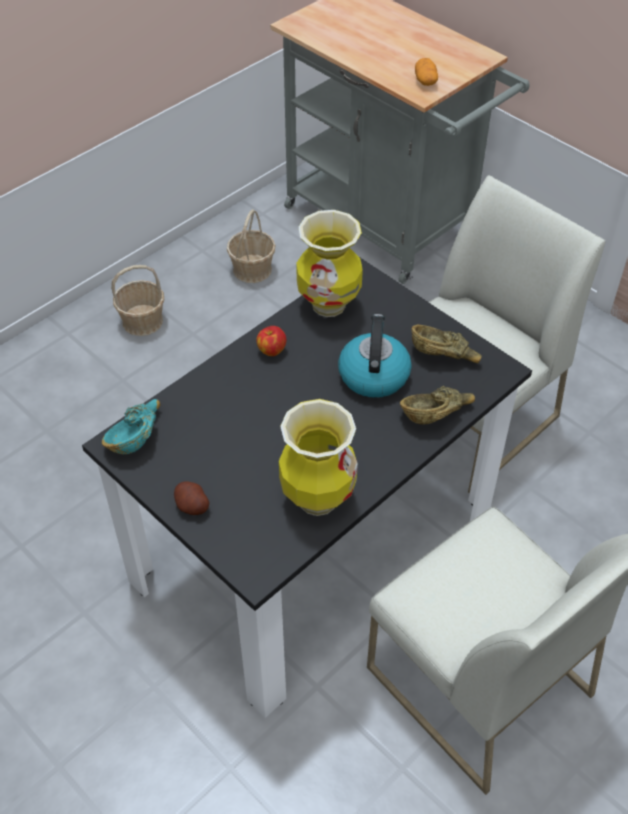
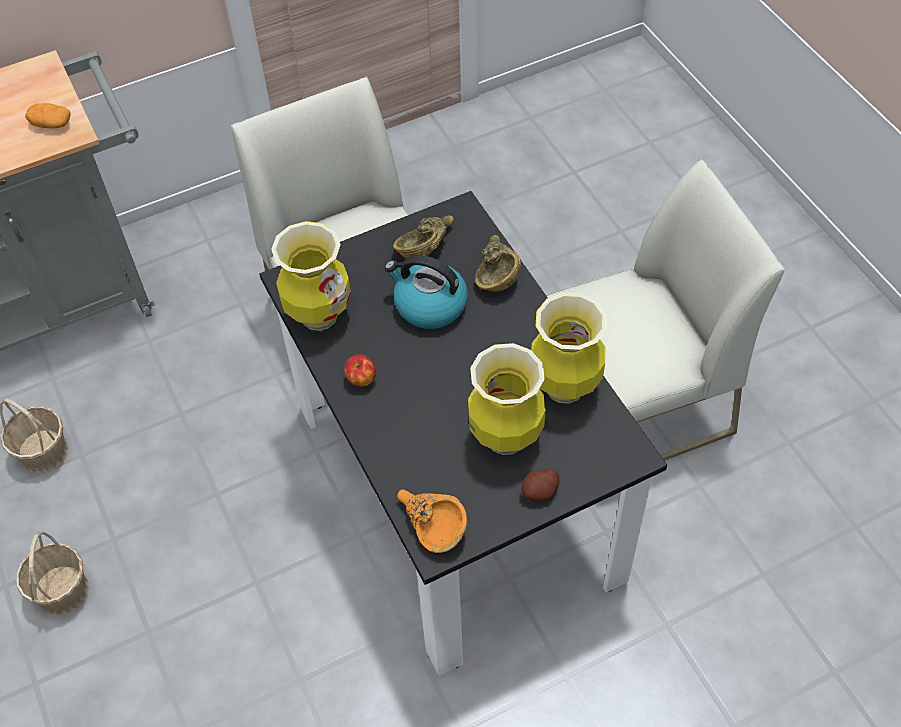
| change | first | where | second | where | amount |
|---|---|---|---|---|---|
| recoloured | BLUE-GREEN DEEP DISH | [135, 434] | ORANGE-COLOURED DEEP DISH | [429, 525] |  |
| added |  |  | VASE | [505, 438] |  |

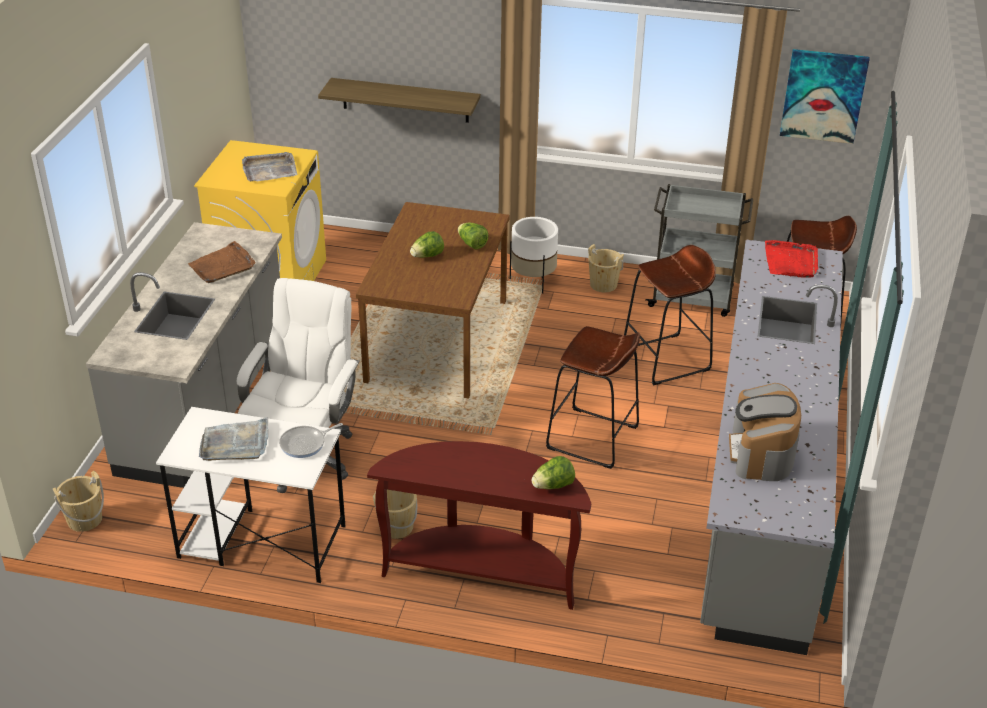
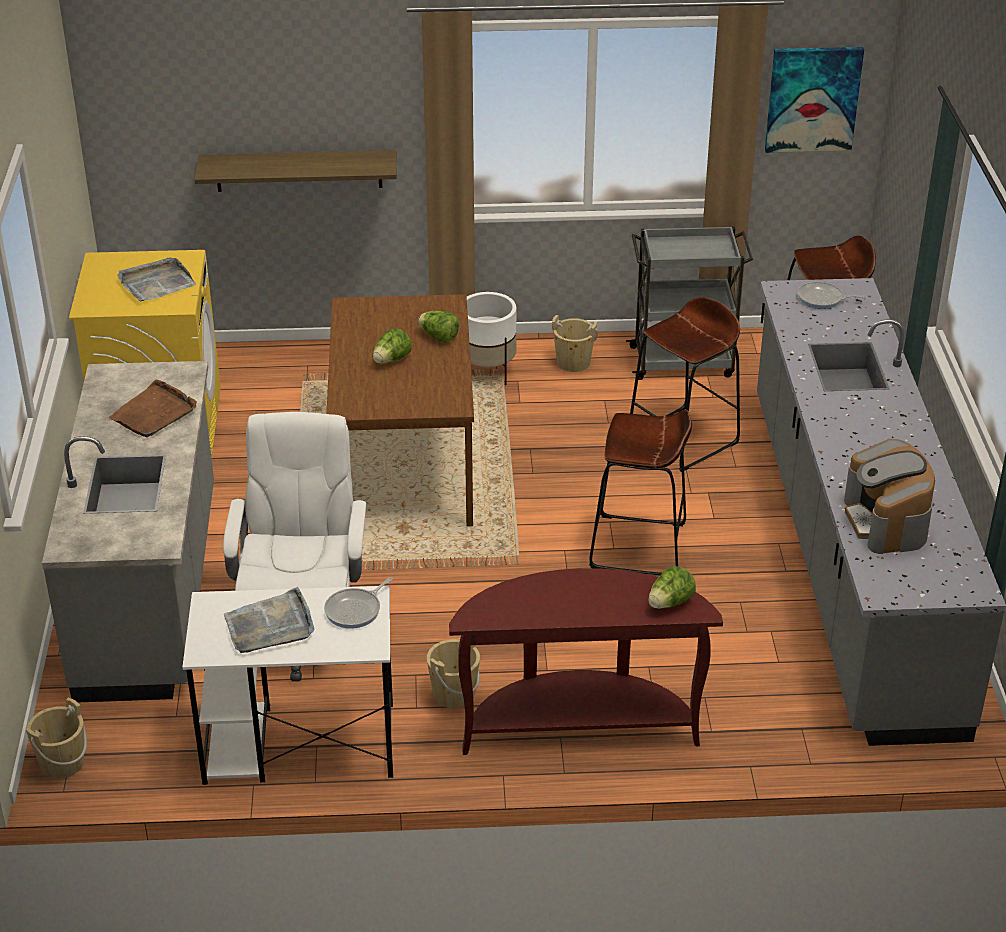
| change | first | where | second | where | amount |
|---|---|---|---|---|---|
| replaced | RED-COLOURED TRAY | [791, 262] | PAN | [822, 299] |  |

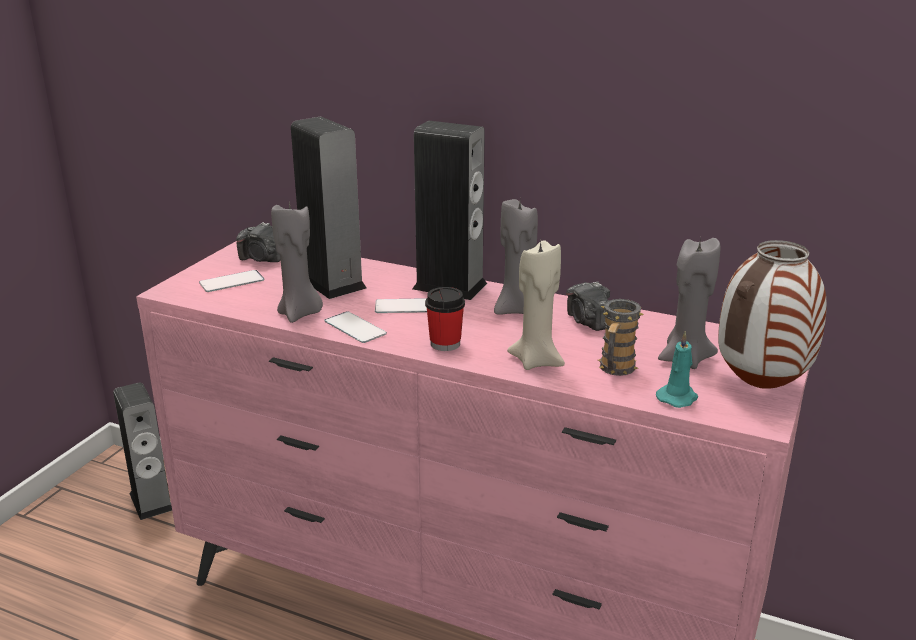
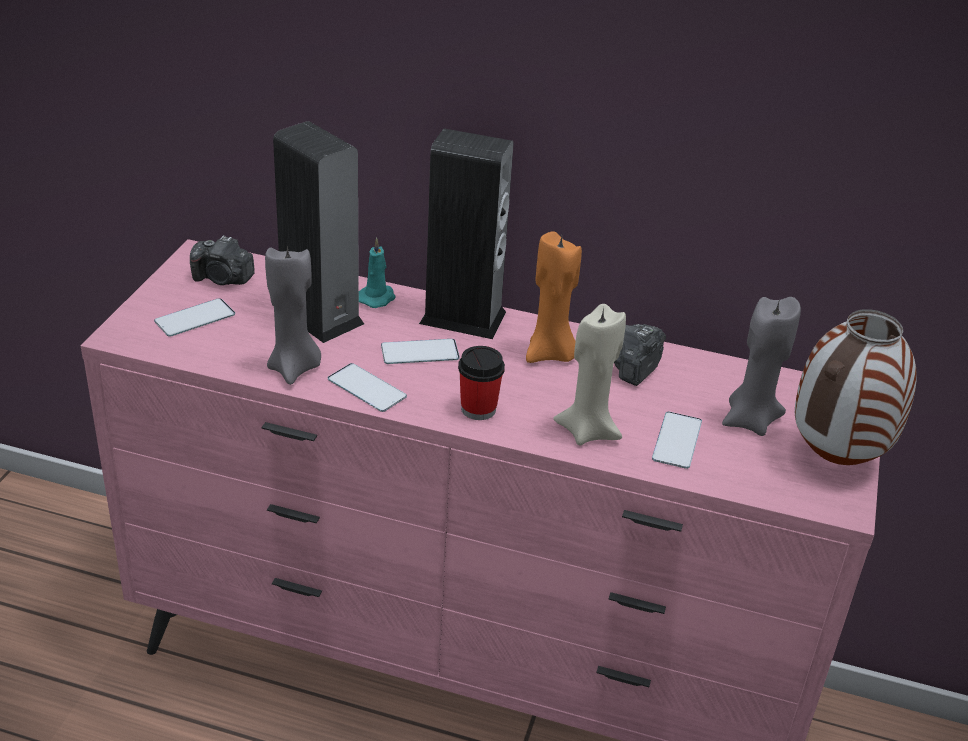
| change | first | where | second | where | amount |
|---|---|---|---|---|---|
| recoloured | GRAY CANDLE | [517, 310] | ORANGE-COLOURED CANDLE | [550, 354] |  |
| turned | PHOTO CAMERA | [589, 322] |  | [635, 369] | 60 degrees clockwise |
| replaced | MUG | [615, 370] | HANDSET | [677, 440] |  |
| moved | BLUE-GREEN CANDLE | [678, 397] |  | [377, 298] |  |
| removed | LOUDSPEAKER | [151, 501] |  |  |  |

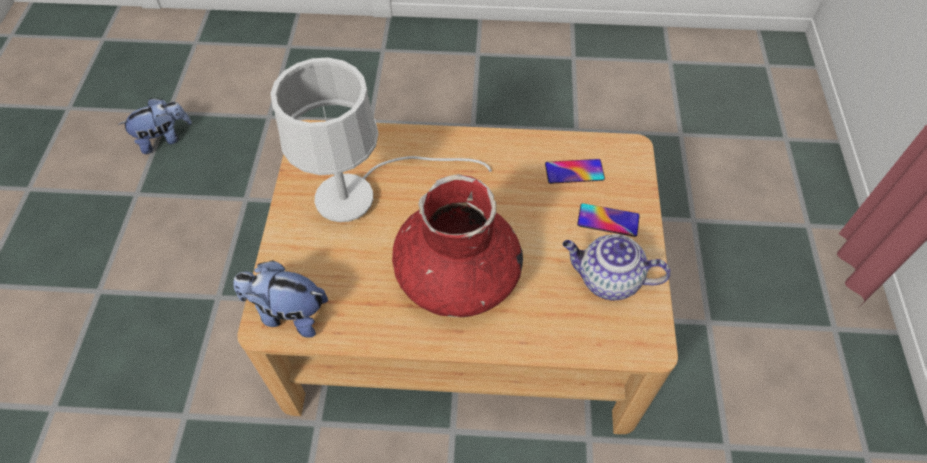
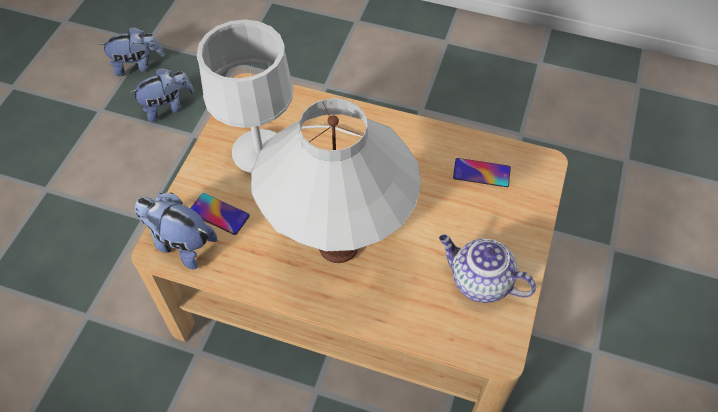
| change | first | where | second | where | amount |
|---|---|---|---|---|---|
| replaced | RED-COLOURED VASE | [457, 278] | WHITE TABLE LAMP | [339, 247] |  |
| moved | HANDSET | [608, 220] |  | [219, 214] |  |
| added |  |  | CUDDLY TOY | [167, 107] |  |

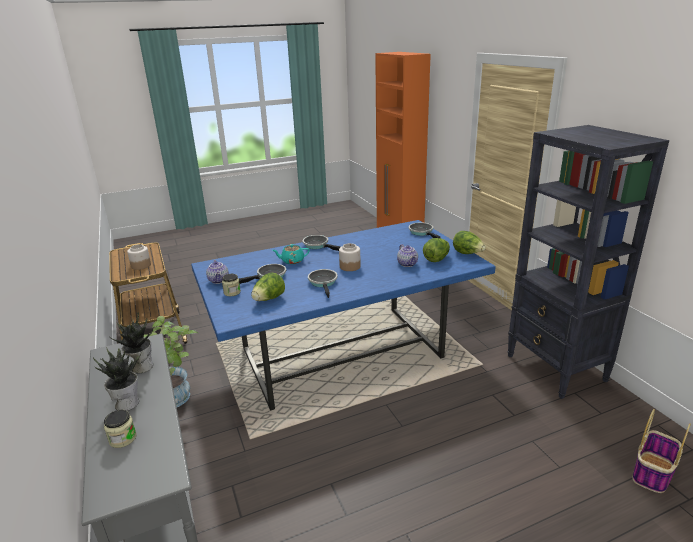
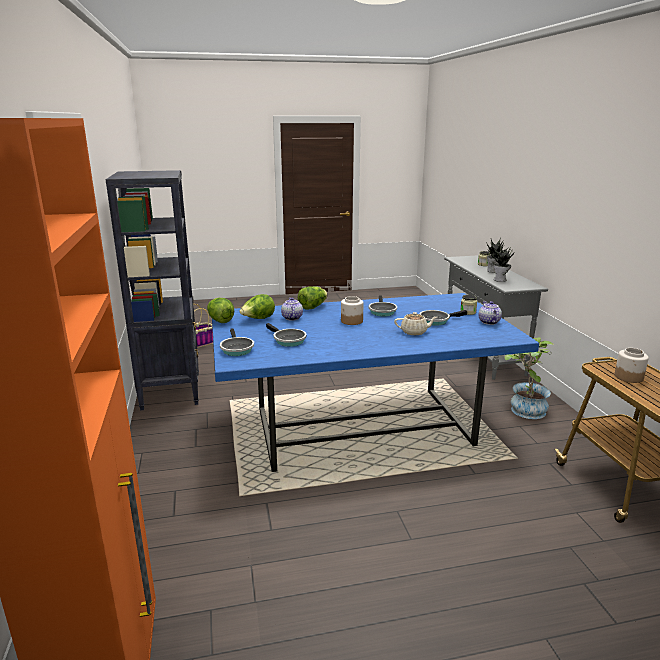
| change | first | where | second | where | amount |
|---|---|---|---|---|---|
| moved | PAN | [317, 245] |  | [287, 340] |  |
| recoloured | BLUE-GREEN POT FOR TEA | [292, 261] | BEIGE POT FOR TEA | [414, 332] |  |
| moved | HEAD OF LETTUCE | [269, 299] |  | [313, 307] |  |

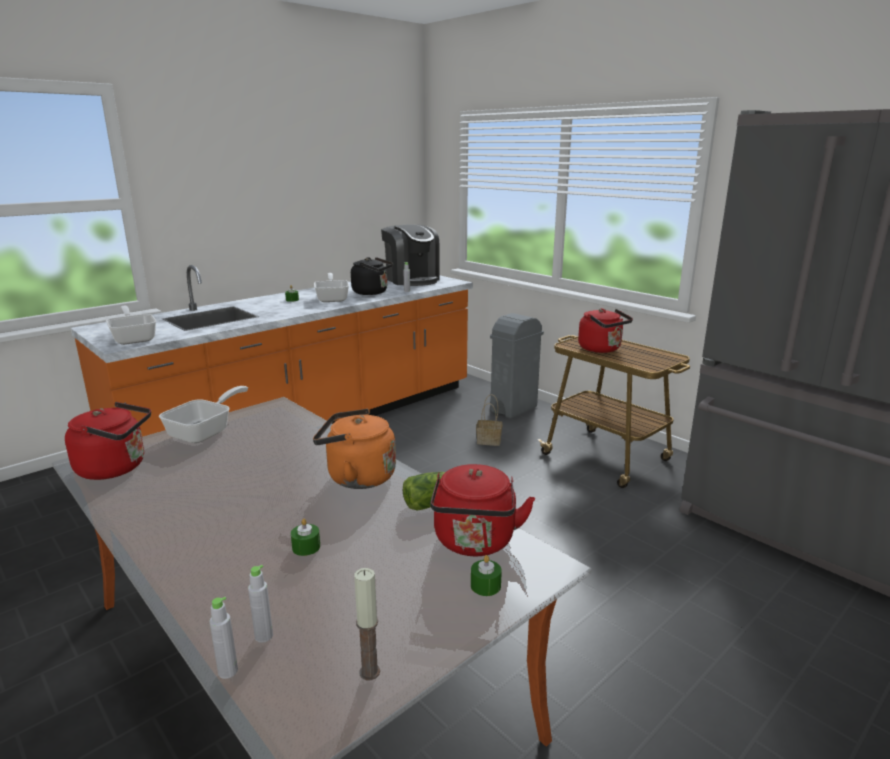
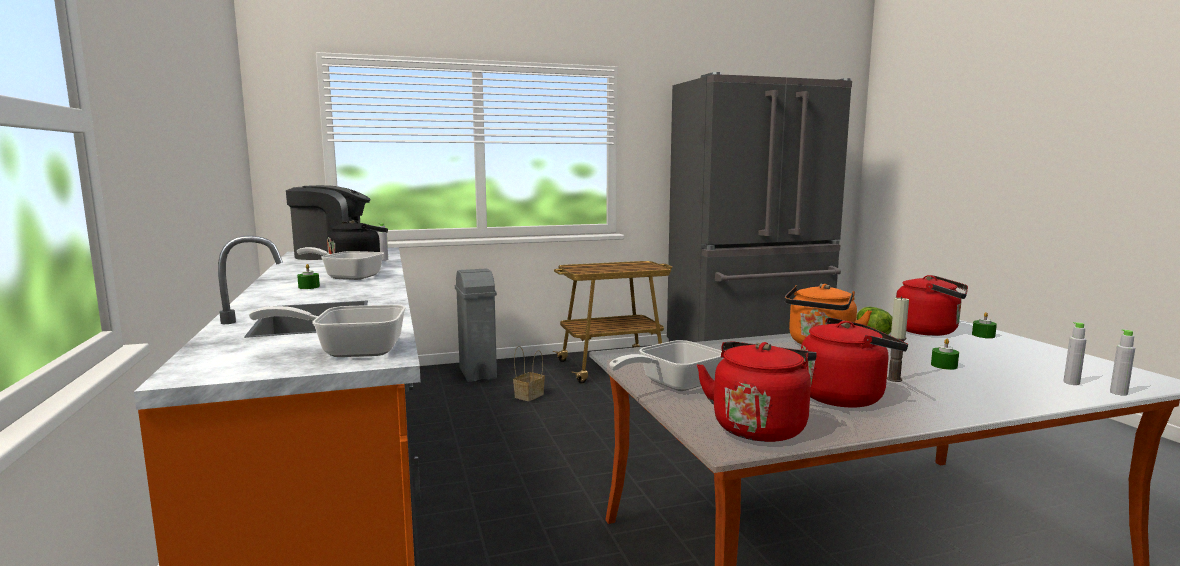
| change | first | where | second | where | amount |
|---|---|---|---|---|---|
| moved | RED-COLOURED WATER KETTLE | [601, 349] |  | [845, 397] |  |
| turned | PAN | [205, 431] |  | [671, 384] | 90 degrees counterclockwise |
| moved | CANDLE | [369, 672] |  | [894, 379] |  |

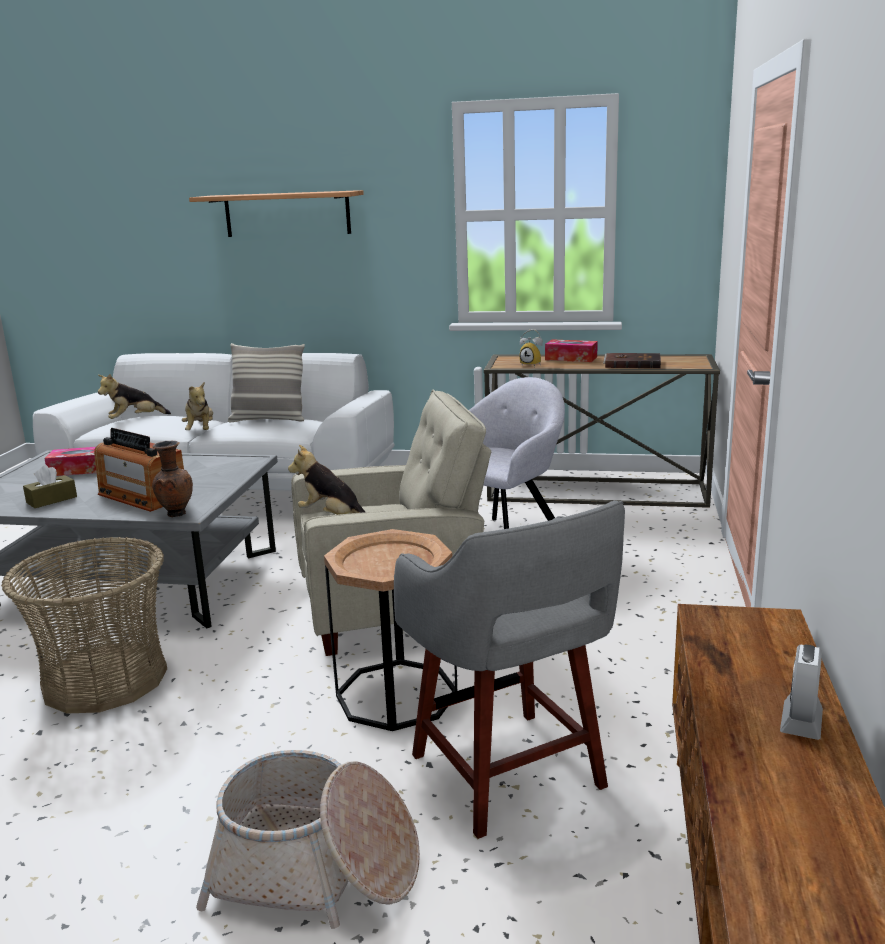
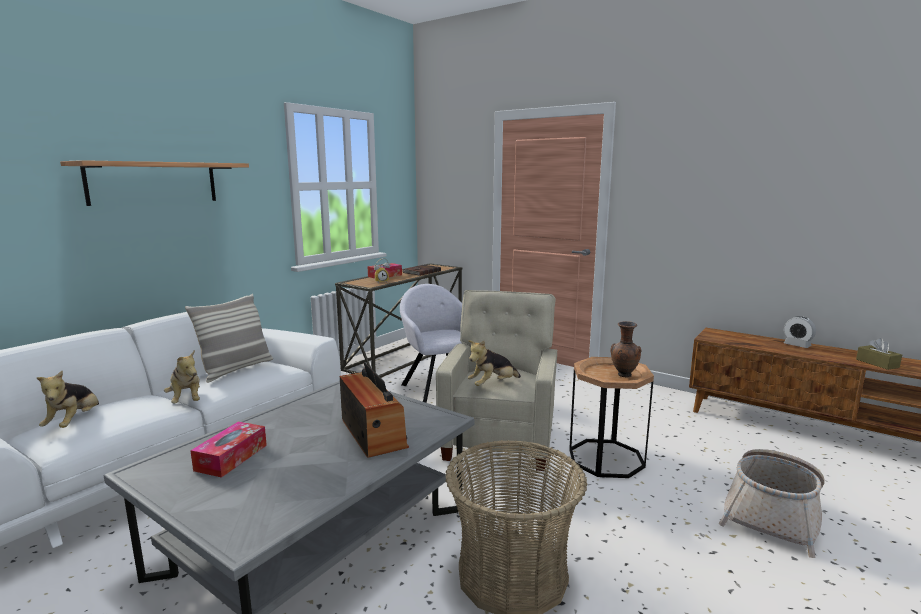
| change | first | where | second | where | amount |
|---|---|---|---|---|---|
| turned | CUDDLY TOY | [200, 431] |  | [186, 400] | 45 degrees clockwise |
| turned | RADIO RECEIVER | [142, 496] |  | [373, 433] | 90 degrees counterclockwise |
| moved | BROWN VASE | [176, 514] |  | [623, 375] |  |
| moved | BROWN TISSUE HOLDER | [51, 500] |  | [877, 363] |  |
| removed | GRAY STOOL SEAT | [511, 775] |  |  |  |

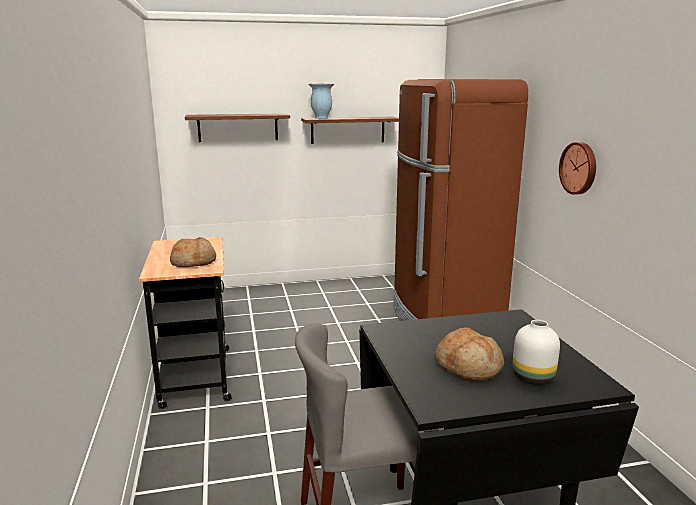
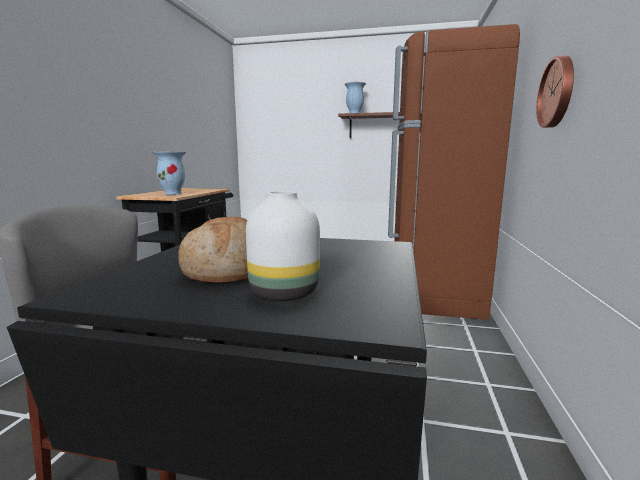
| change | first | where | second | where | amount |
|---|---|---|---|---|---|
| removed | BROWN BRACKET SHELF | [238, 127] |  |  |  |
| replaced | BAKED BREAD | [194, 262] | VASE | [173, 194] |  |

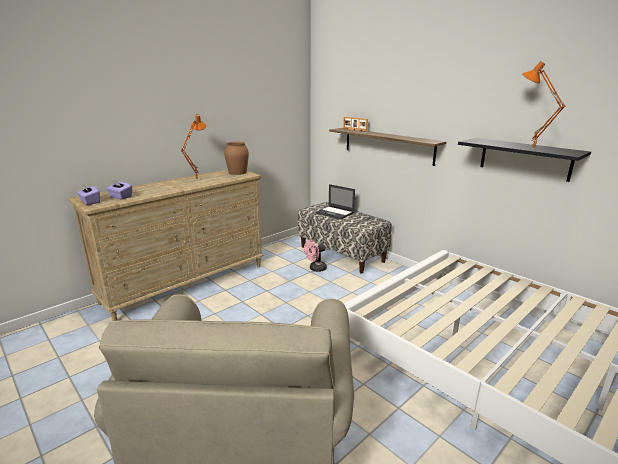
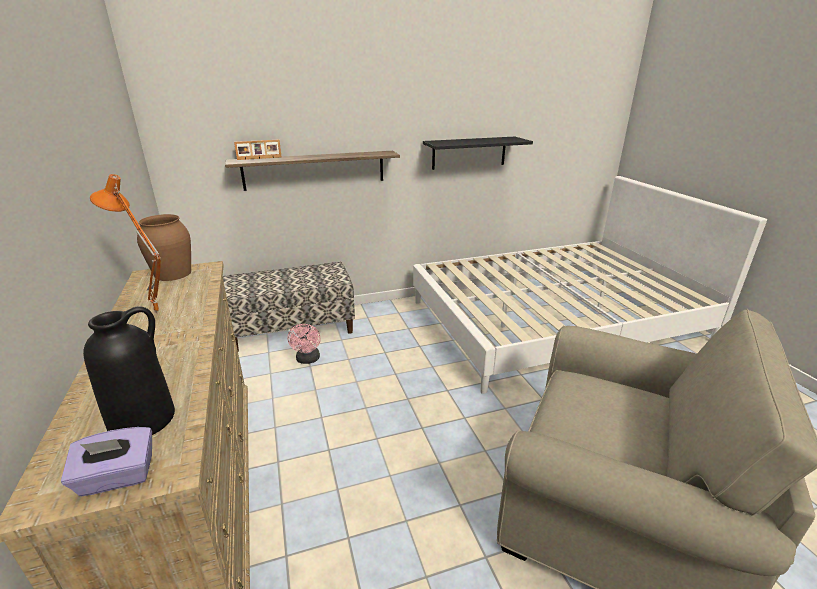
| change | first | where | second | where | amount |
|---|---|---|---|---|---|
| removed | ORANGE-COLOURED TABLE LAMP | [531, 149] |  |  |  |
| replaced | PURPLISH TISSUE HOLDER | [120, 197] | BLACKISH VASE | [143, 419] |  |
| removed | LAPTOP | [335, 213] |  |  |  |

